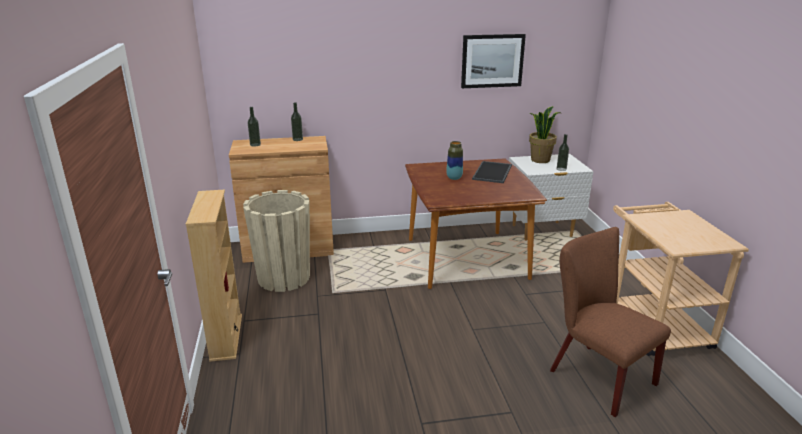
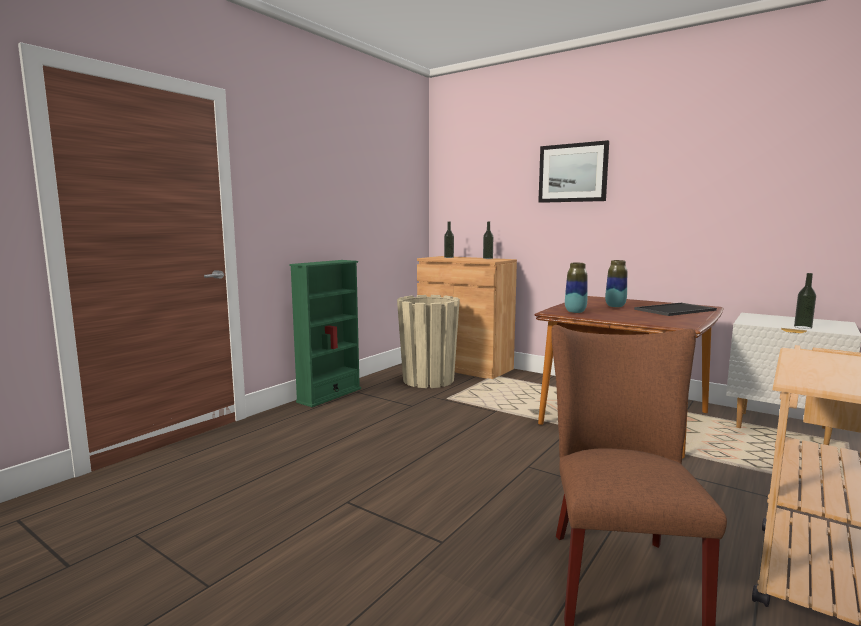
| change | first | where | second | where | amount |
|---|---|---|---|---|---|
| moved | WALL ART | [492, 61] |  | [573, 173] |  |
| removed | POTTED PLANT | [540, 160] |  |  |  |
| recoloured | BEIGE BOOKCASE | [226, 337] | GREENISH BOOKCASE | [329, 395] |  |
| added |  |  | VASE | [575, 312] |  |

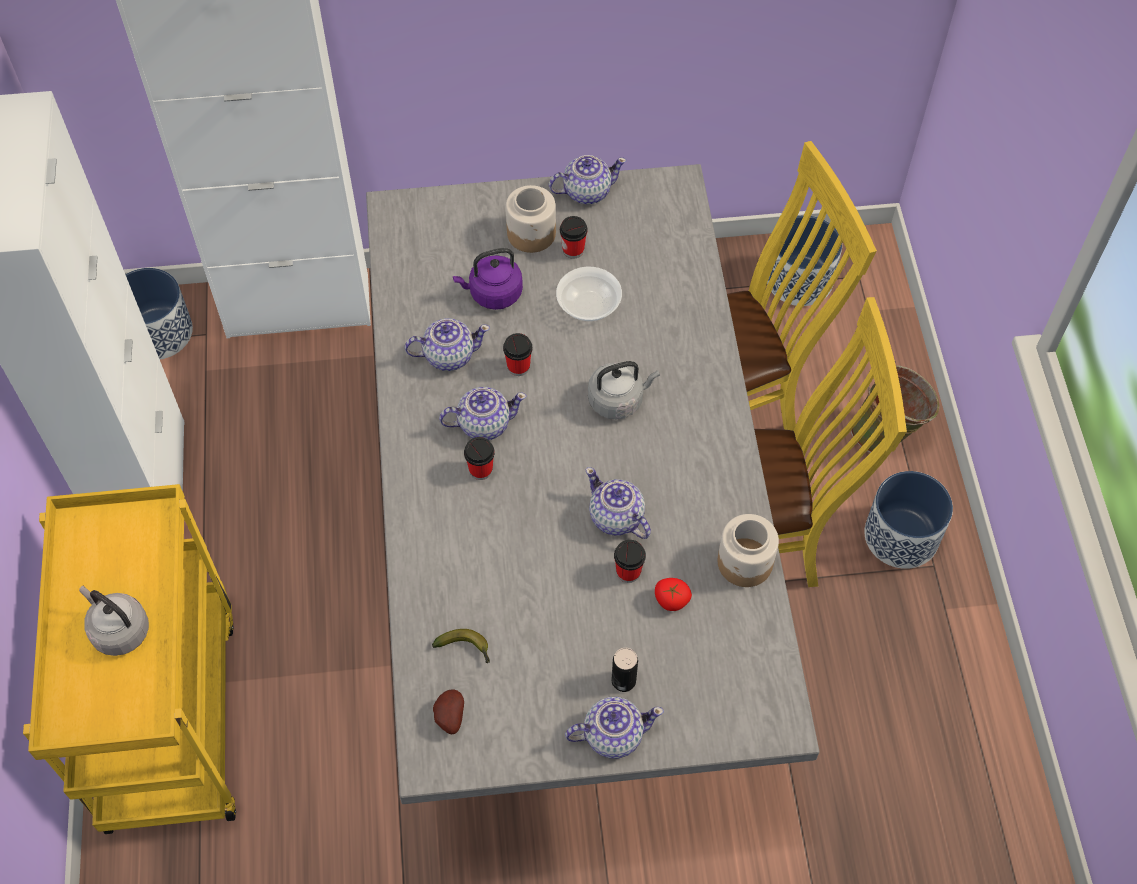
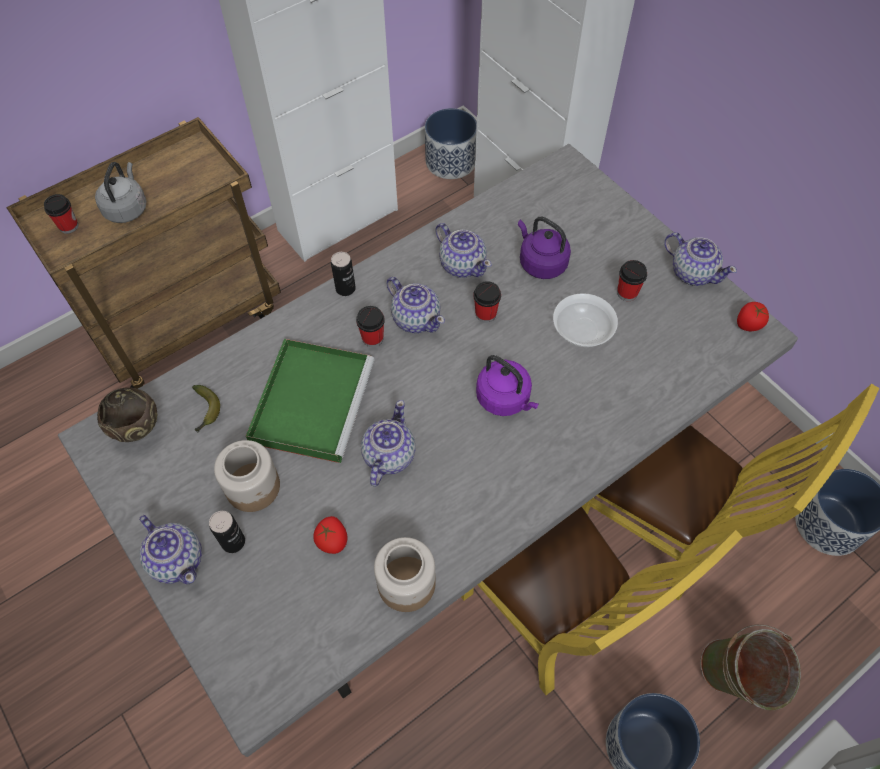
| change | first | where | second | where | amount |
|---|---|---|---|---|---|
| moved | PRESERVE JAR | [532, 233] |  | [253, 487] |  |
| recoloured | GRAY WATER KETTLE | [618, 400] | PURPLISH WATER KETTLE | [505, 399] |  |
| recoloured | YELLOW CART | [169, 717] | BROWN CART | [188, 320] |  |
| moved | DRINKING CUP | [628, 572] |  | [69, 226] |  |
| replaced | SPUD | [448, 717] | BROWN DEEP DISH | [139, 430] |  |
| added |  |  | METAL CAN | [345, 288] |  |
| added |  |  | FRESH TOMATO | [748, 324] |  |
| added |  |  | GREENISH TRAY | [312, 400] |  |

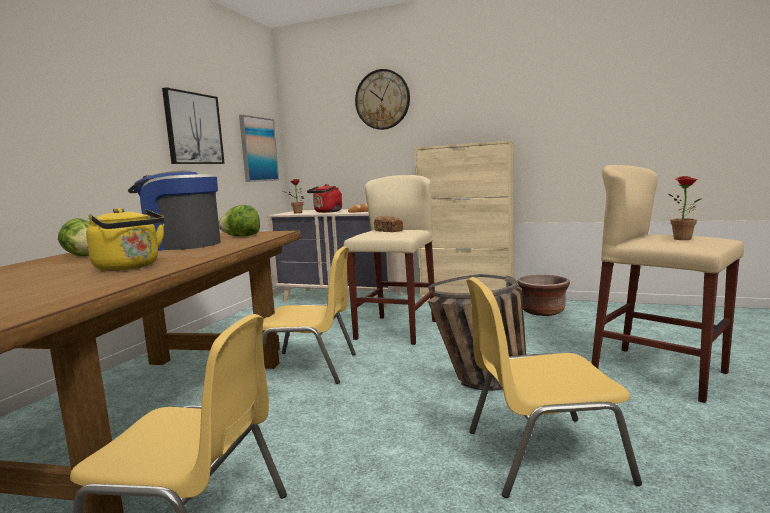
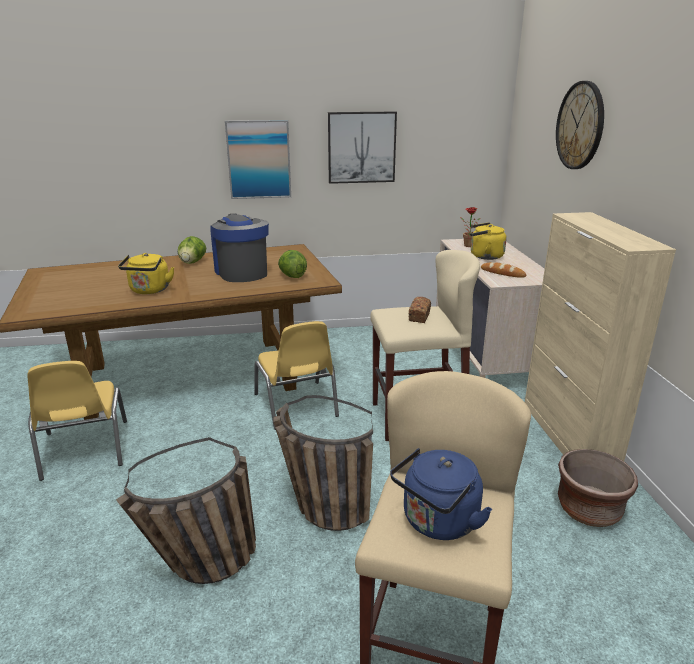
| change | first | where | second | where | amount |
|---|---|---|---|---|---|
| moved | WALL ART | [258, 149] |  | [259, 159] |  |
| replaced | POTTED PLANT | [685, 239] | BLUISH WATER KETTLE | [437, 523] |  |
| recoloured | RED-COLOURED WATER KETTLE | [327, 212] | YELLOW WATER KETTLE | [484, 256] |  |
| replaced | YELLOW PLAIN CHAIR | [542, 455] | HOUSEHOLD BASKET | [200, 569] |  |

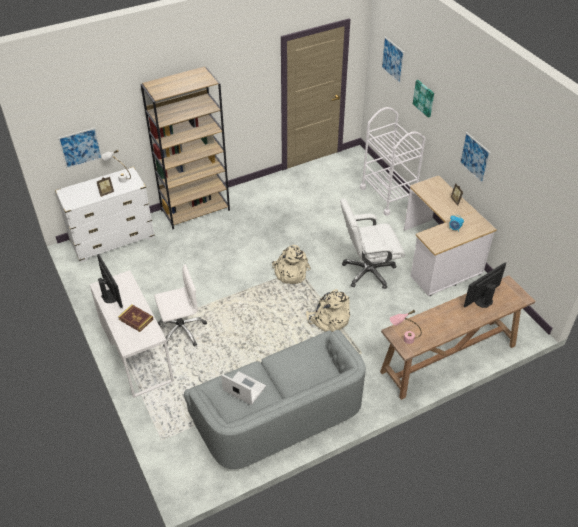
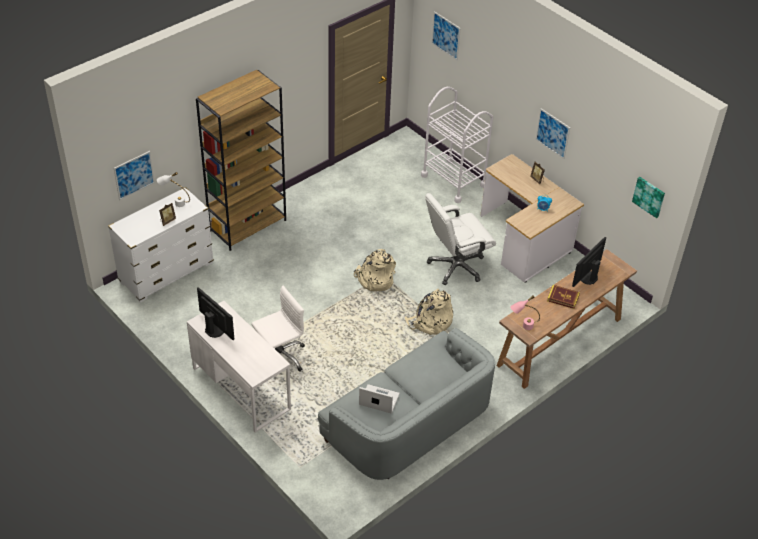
| change | first | where | second | where | amount |
|---|---|---|---|---|---|
| moved | WALL ART | [424, 98] |  | [649, 196] |  |
| moved | BOOK | [136, 319] |  | [563, 298] |  |

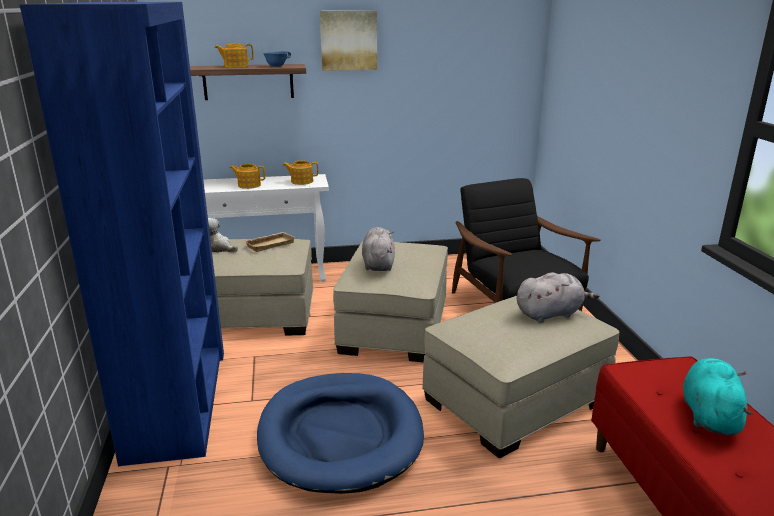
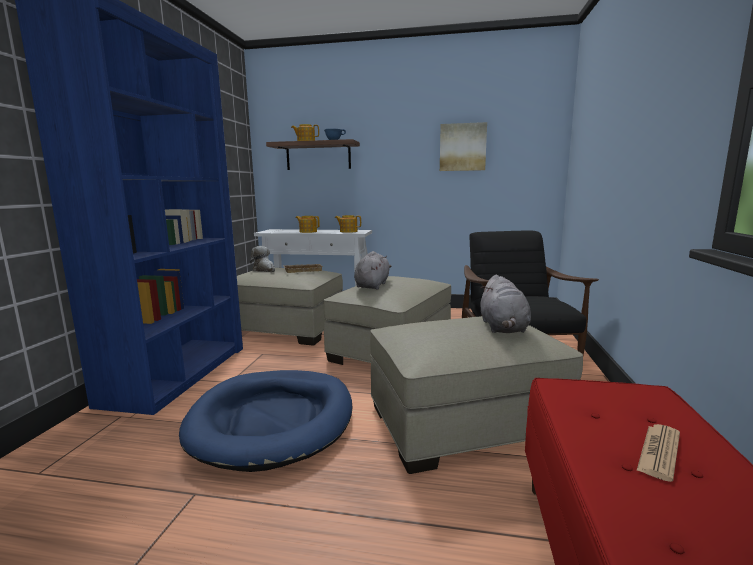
| change | first | where | second | where | amount |
|---|---|---|---|---|---|
| moved | WALL ART | [348, 40] |  | [462, 147] |  |
| turned | GRAY CUDDLY TOY | [550, 313] |  | [503, 328] | 90 degrees clockwise |
| replaced | BLUE-GREEN CUDDLY TOY | [709, 415] | PRINTED PAPER | [659, 452] |  |

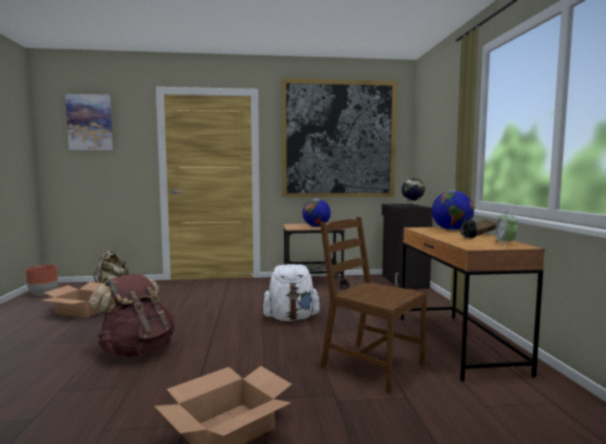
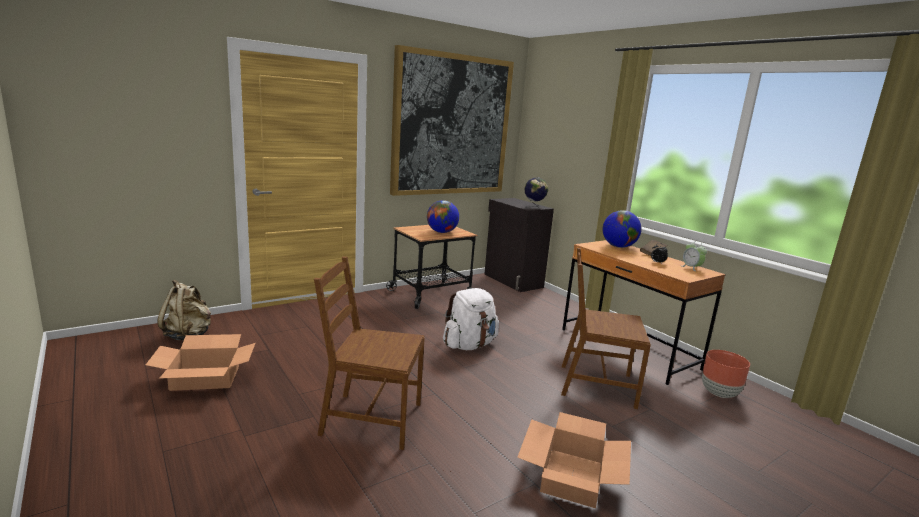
| change | first | where | second | where | amount |
|---|---|---|---|---|---|
| removed | WALL ART | [90, 122] |  |  |  |
| moved | BROWN PLANTER | [43, 294] |  | [719, 393] |  |
| replaced | BROWN KNAPSACK | [137, 351] | BROWN PLAIN CHAIR | [370, 419] |  |

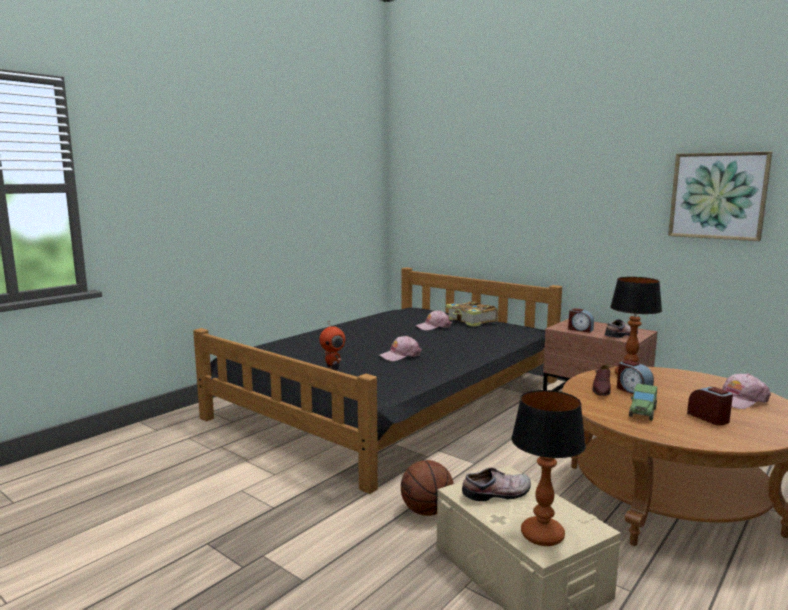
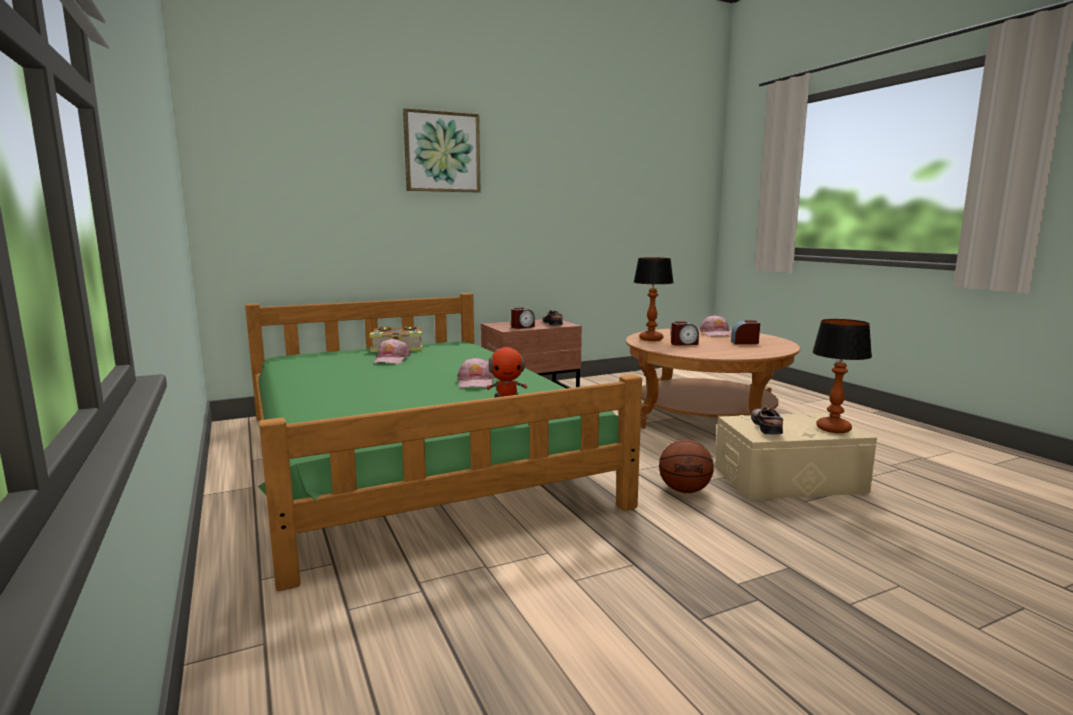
| change | first | where | second | where | amount |
|---|---|---|---|---|---|
| moved | WALL ART | [718, 196] |  | [442, 152] |  |
| recoloured | BLACKISH SLEEPING BED | [392, 399] | GREENISH SLEEPING BED | [412, 455] |  |
| removed | BROWN ITEM OF FOOTWEAR | [601, 389] |  |  |  |
| removed | MINIATURE CAR | [642, 412] |  |  |  |

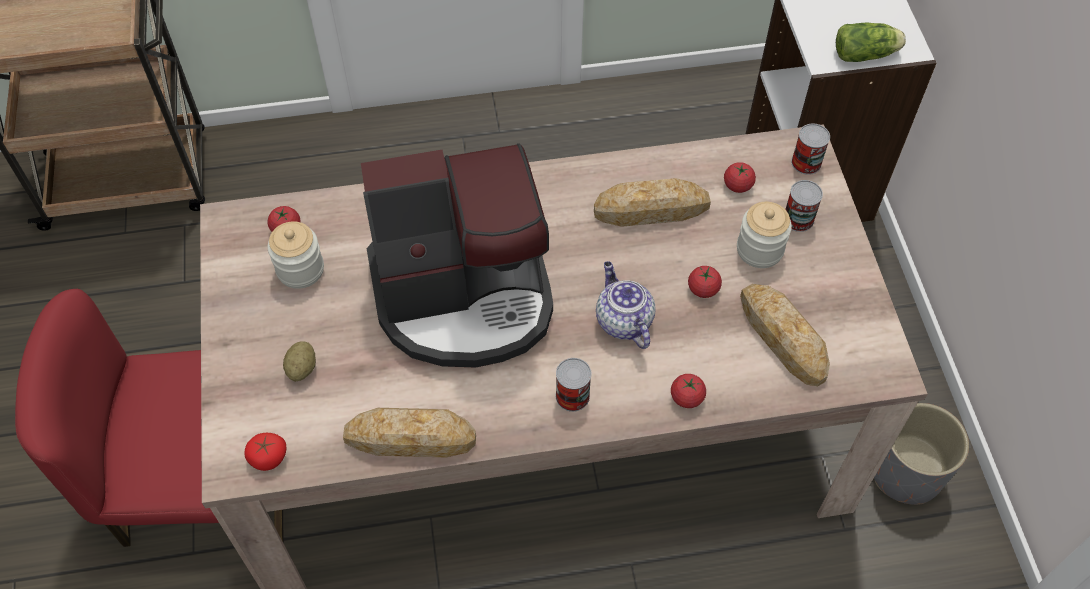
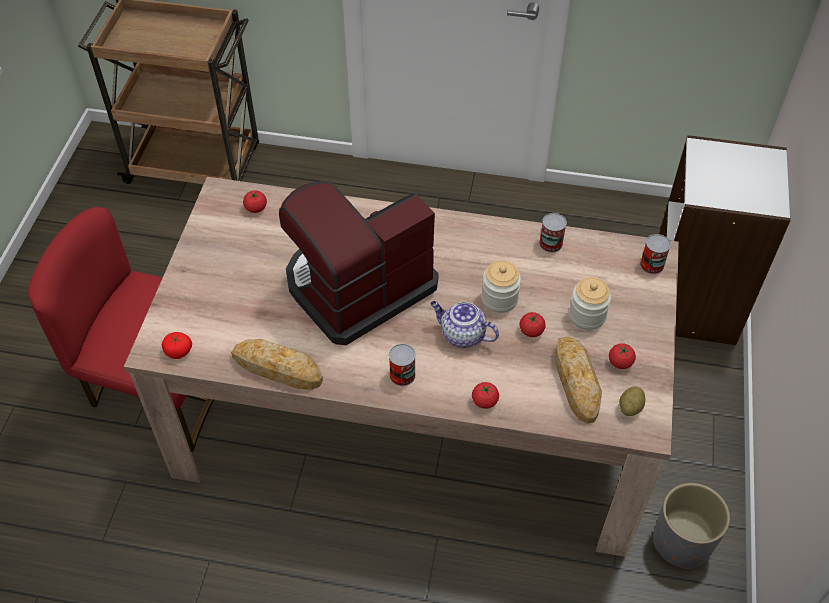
| change | first | where | second | where | amount |
|---|---|---|---|---|---|
| removed | HEAD OF LETTUCE | [867, 54] |  |  |  |
| turned | COFFEE MAKER | [465, 296] |  | [357, 286] | 135 degrees clockwise |
| moved | FRESH TOMATO | [737, 185] |  | [620, 362] |  |
| removed | BAKED BREAD | [651, 209] |  |  |  |
| moved | METAL CAN | [798, 219] |  | [550, 243] |  |
| moved | PRESERVE JAR | [300, 269] |  | [499, 299] |  |
| turned | POT FOR TEA | [622, 321] |  | [462, 335] | 60 degrees counterclockwise |
| moved | SPUD | [302, 368] |  | [630, 407] |  |

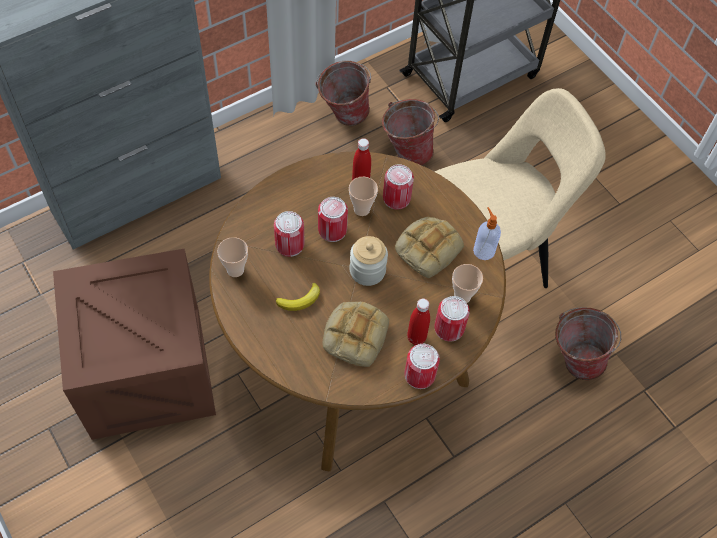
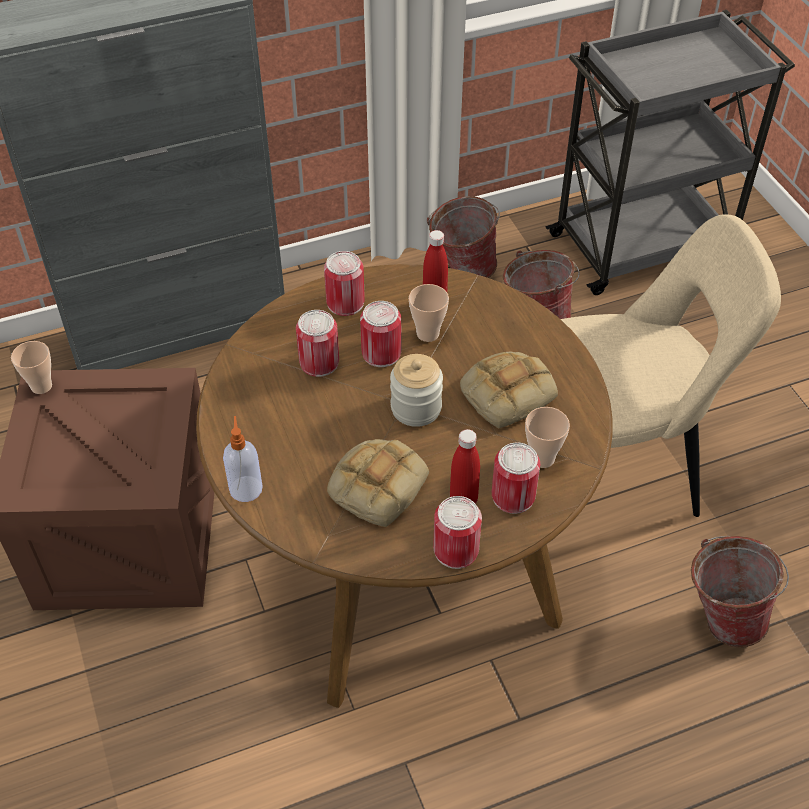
| change | first | where | second | where | amount |
|---|---|---|---|---|---|
| moved | METAL CAN | [396, 198] |  | [345, 302] |  |
| moved | SOAP BOTTLE | [483, 250] |  | [246, 488] |  |
| moved | DRINKING CUP | [235, 270] |  | [41, 386] |  |
| removed | WHOLE BANANA | [300, 300] |  |  |  |

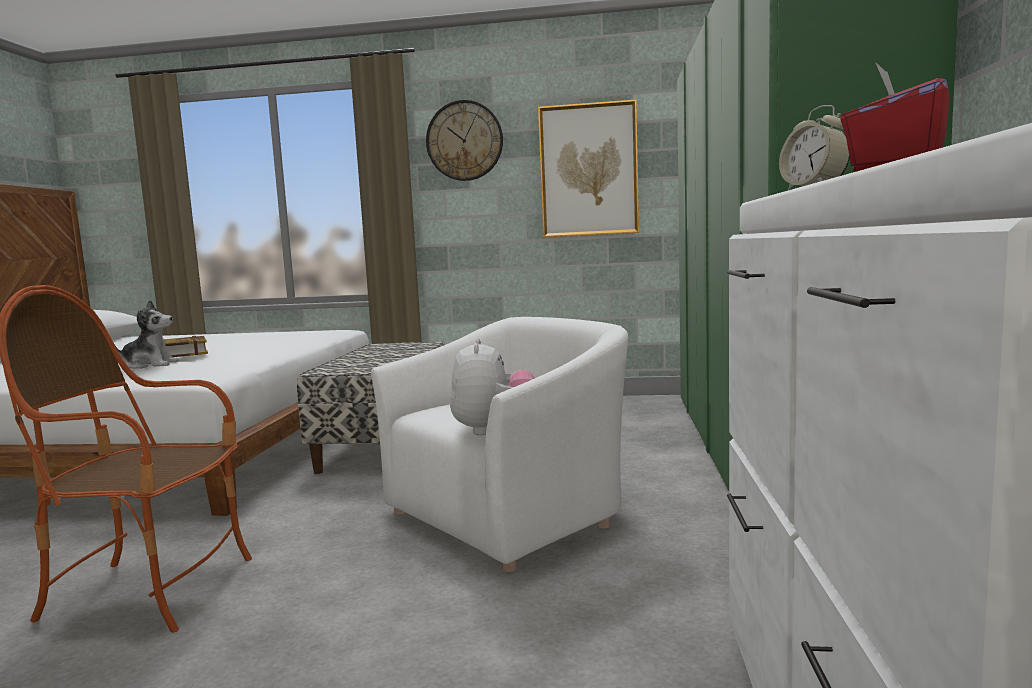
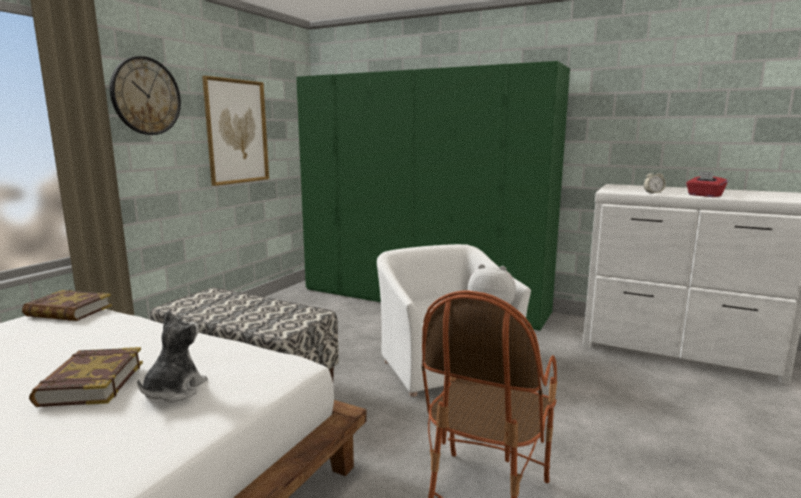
| change | first | where | second | where | amount |
|---|---|---|---|---|---|
| added |  |  | BOOK | [68, 311] |  |

